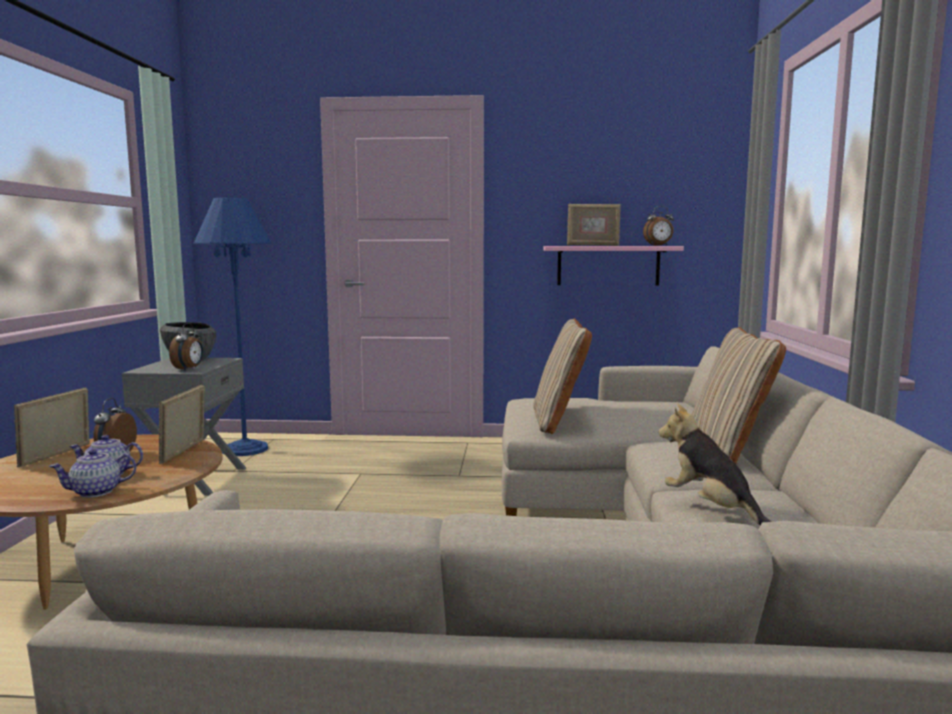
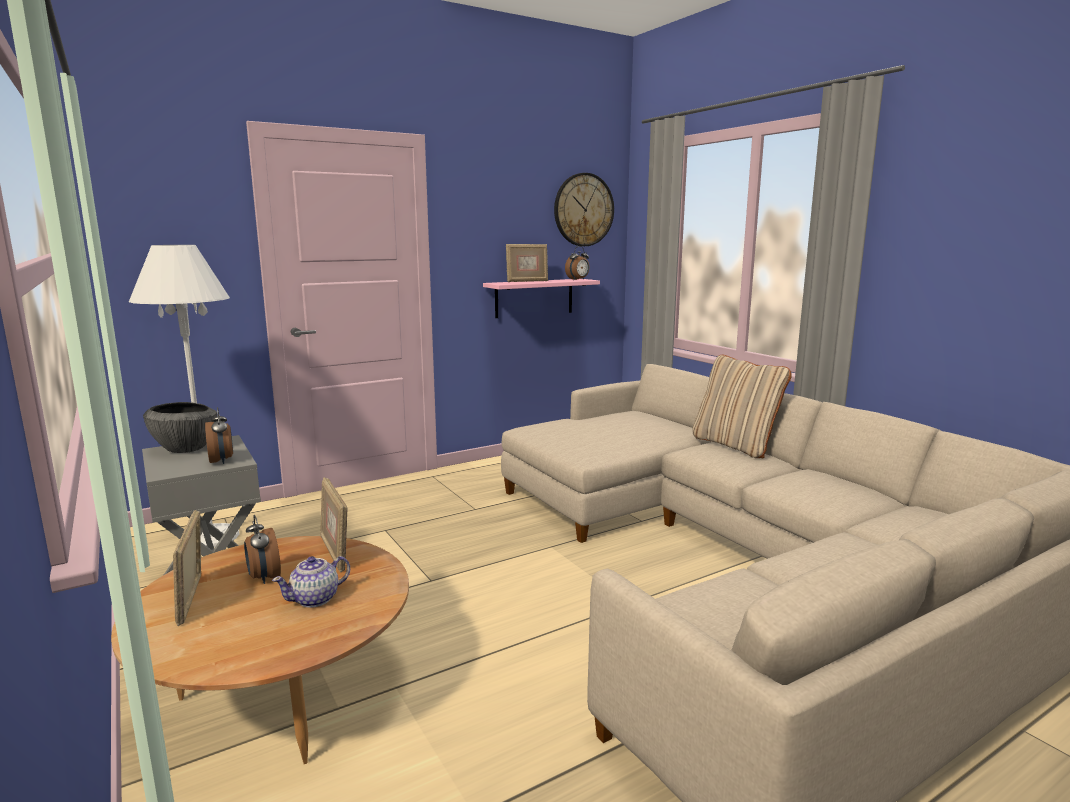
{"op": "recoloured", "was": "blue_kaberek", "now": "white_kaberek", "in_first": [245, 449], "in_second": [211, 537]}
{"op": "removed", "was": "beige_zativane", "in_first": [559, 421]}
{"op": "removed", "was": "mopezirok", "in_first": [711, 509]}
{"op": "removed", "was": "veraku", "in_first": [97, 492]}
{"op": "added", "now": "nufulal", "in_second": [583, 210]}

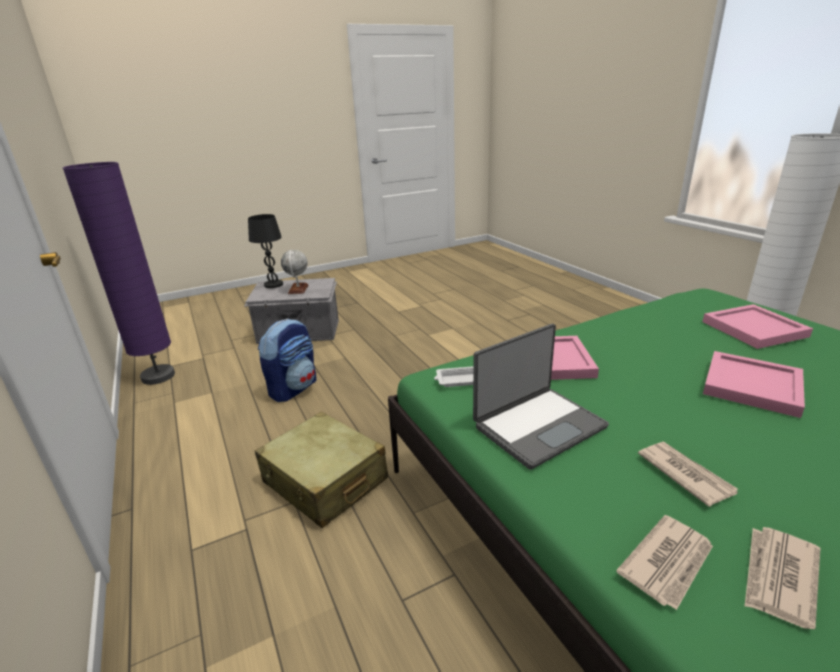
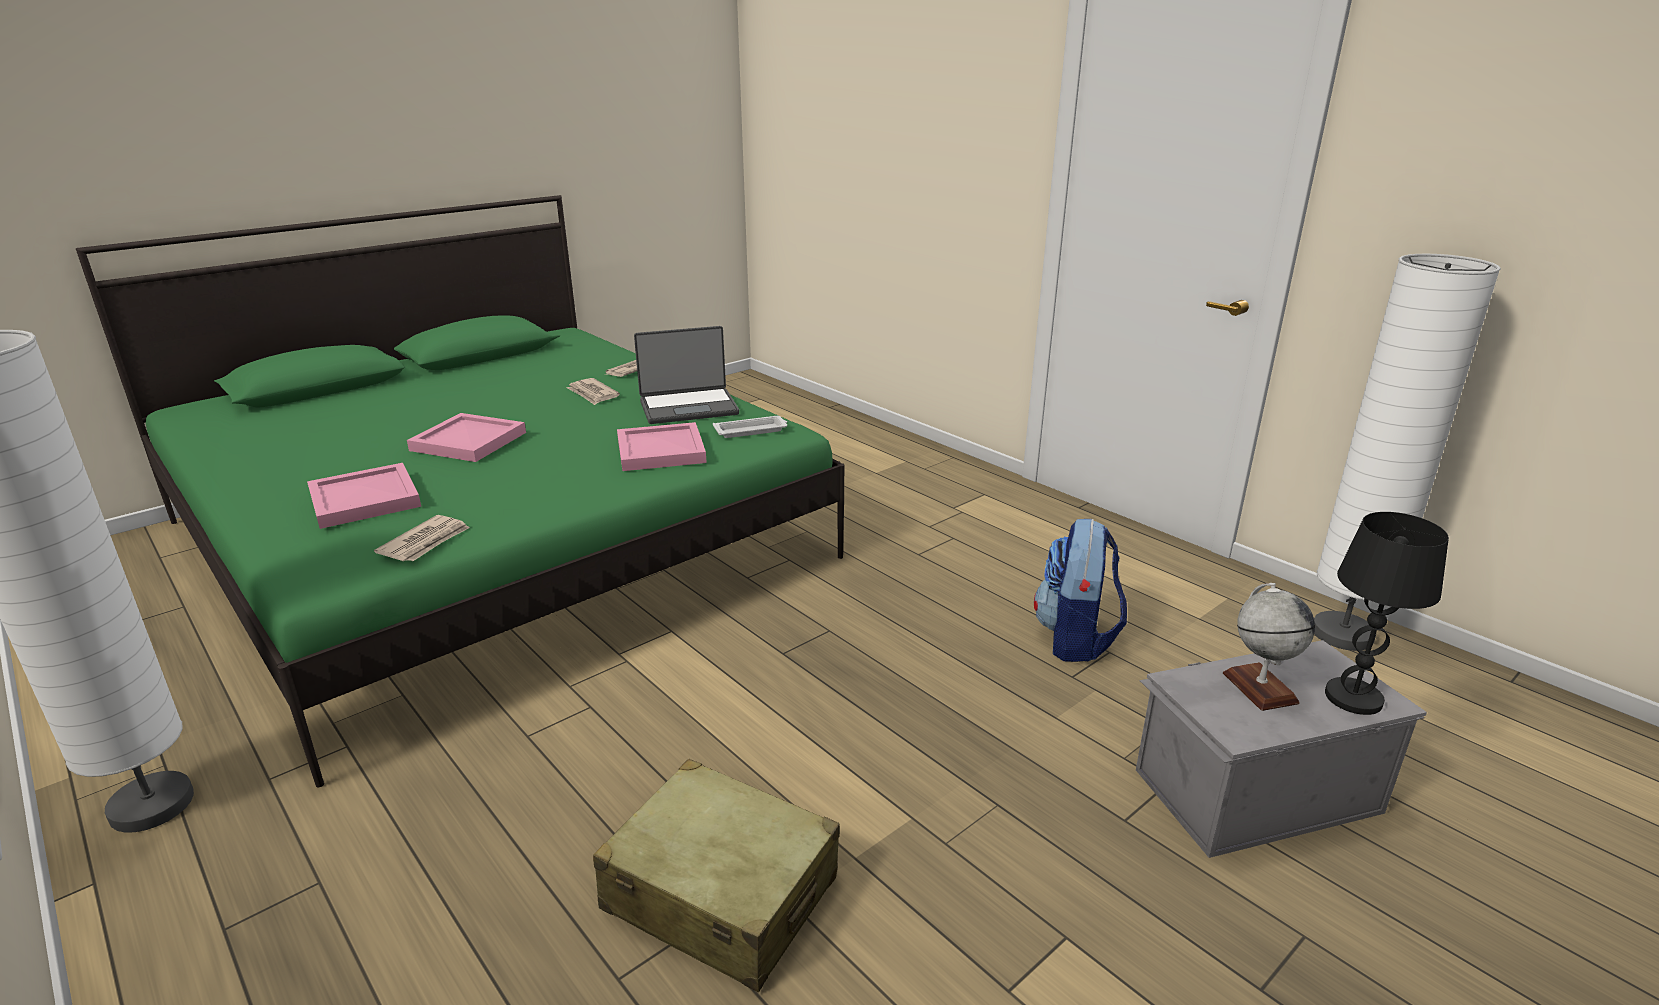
{"op": "recoloured", "was": "purple_kaberek", "now": "white_kaberek", "in_first": [158, 376], "in_second": [1342, 634]}
{"op": "turned", "was": "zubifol", "in_first": [538, 426], "in_second": [688, 407], "clockwise": -150}
{"op": "moved", "was": "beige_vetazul", "in_first": [325, 481], "in_second": [721, 894]}
{"op": "moved", "was": "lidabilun", "in_first": [778, 577], "in_second": [426, 542]}

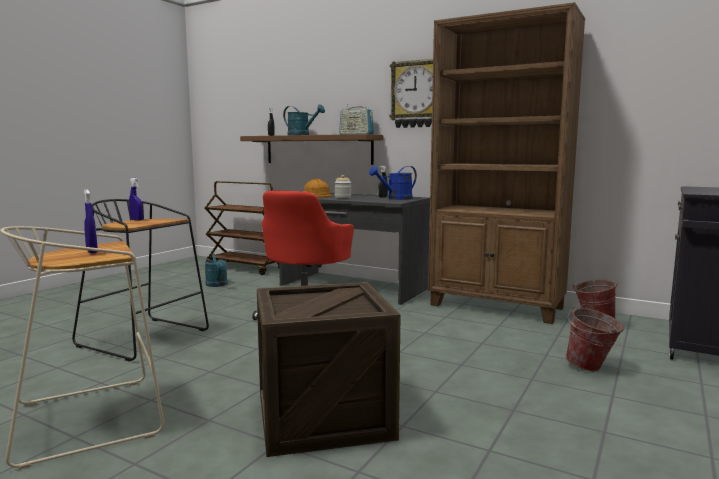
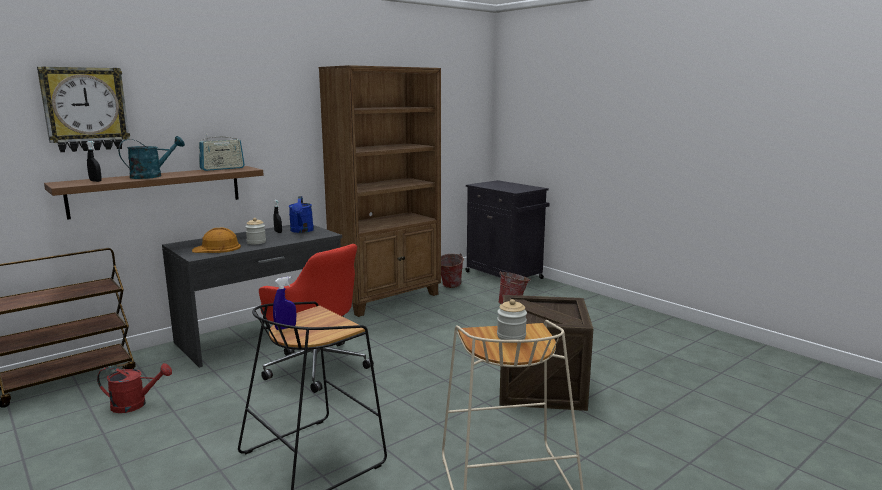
{"op": "moved", "was": "nufulal", "in_first": [418, 94], "in_second": [85, 109]}
{"op": "replaced", "was": "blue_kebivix", "now": "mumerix", "in_first": [92, 252], "in_second": [511, 336]}
{"op": "recoloured", "was": "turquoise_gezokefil", "now": "red_gezokefil", "in_first": [217, 285], "in_second": [135, 404]}

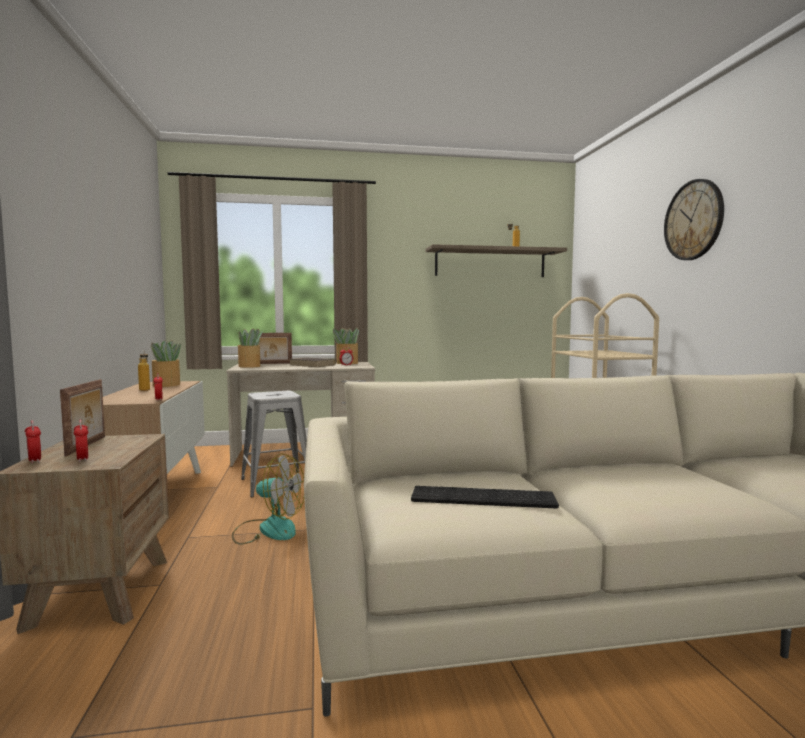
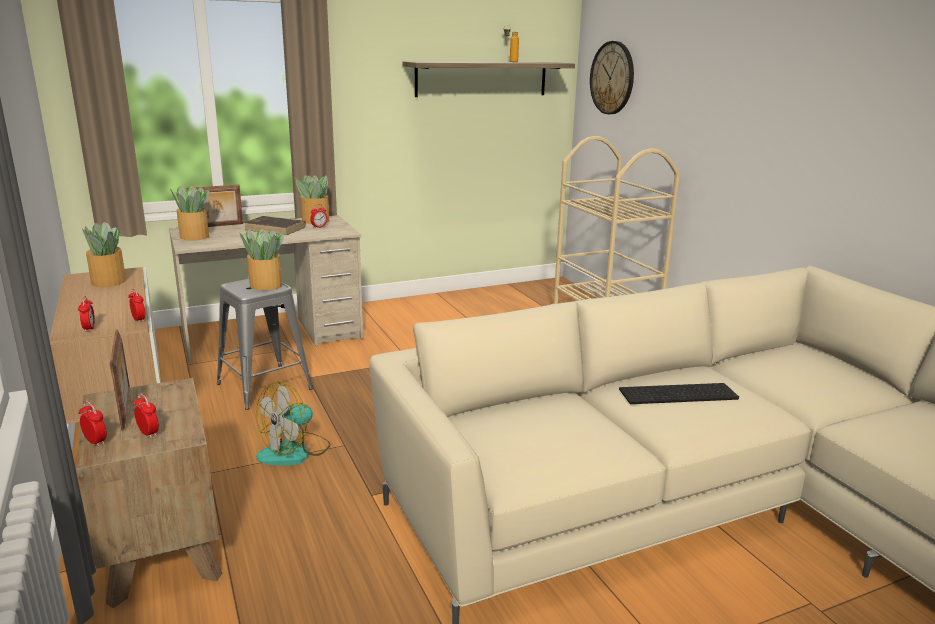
{"op": "moved", "was": "nufulal", "in_first": [693, 220], "in_second": [612, 78]}
{"op": "removed", "was": "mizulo", "in_first": [145, 389]}
{"op": "turned", "was": "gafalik", "in_first": [268, 529], "in_second": [294, 452], "clockwise": 135}
{"op": "moved", "was": "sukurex", "in_first": [481, 498], "in_second": [677, 395]}
{"op": "added", "now": "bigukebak", "in_second": [265, 285]}
{"op": "added", "now": "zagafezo", "in_second": [89, 329]}

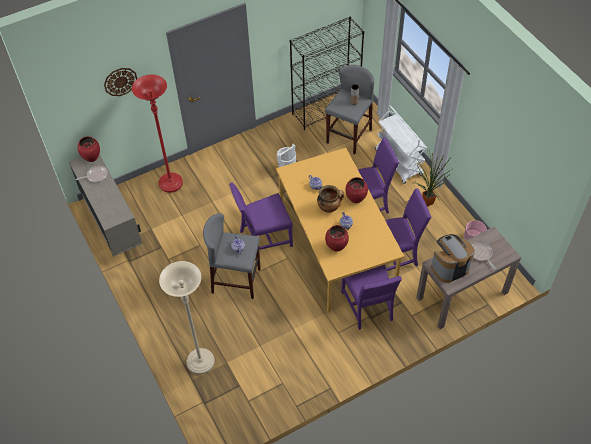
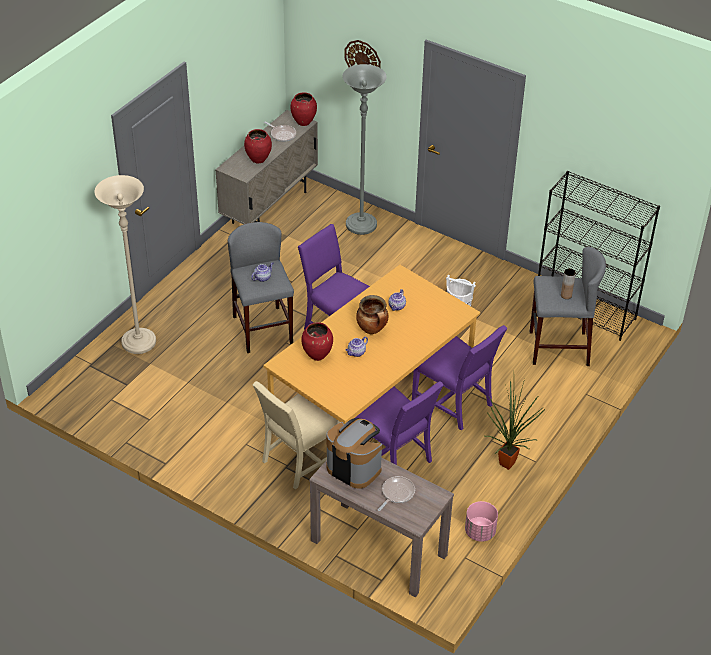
{"op": "recoloured", "was": "red_kaberek", "now": "grey_kaberek", "in_first": [171, 183], "in_second": [361, 225]}
{"op": "removed", "was": "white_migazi", "in_first": [399, 162]}
{"op": "moved", "was": "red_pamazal", "in_first": [355, 199], "in_second": [258, 159]}
{"op": "recoloured", "was": "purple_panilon", "now": "beige_panilon", "in_first": [368, 307], "in_second": [300, 459]}

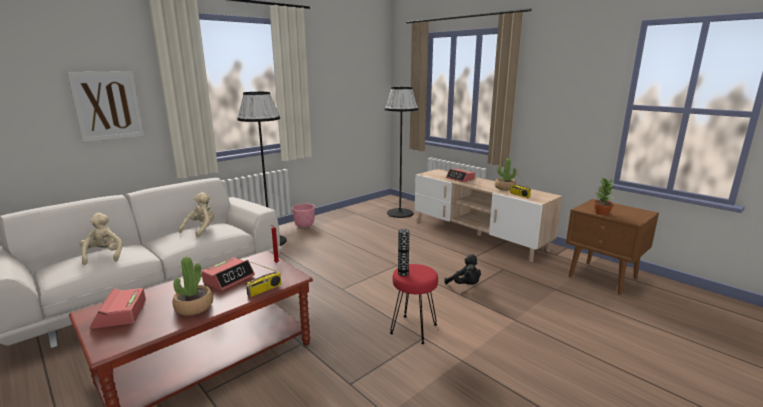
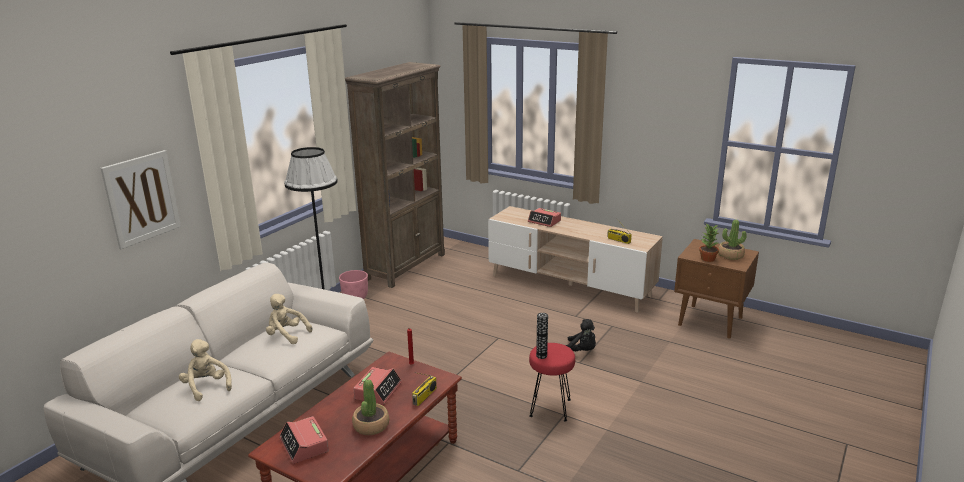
{"op": "removed", "was": "black_kaberek", "in_first": [400, 213]}
{"op": "moved", "was": "bigukebak", "in_first": [504, 188], "in_second": [730, 255]}
{"op": "turned", "was": "beige_mopezirok", "in_first": [201, 230], "in_second": [286, 335], "clockwise": -75}
{"op": "added", "now": "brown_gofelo", "in_second": [406, 266]}

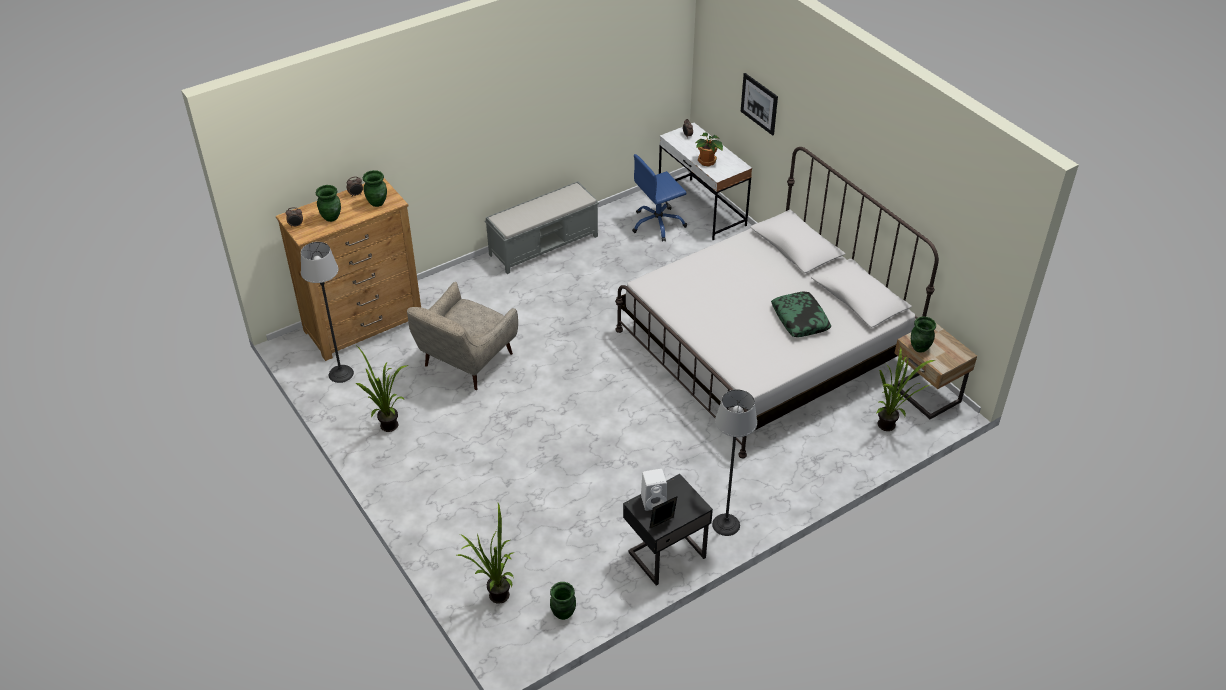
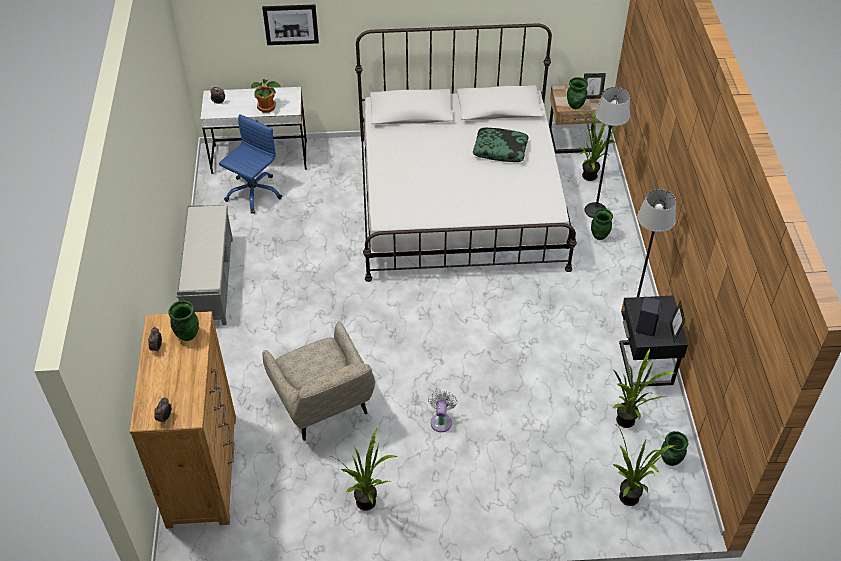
{"op": "turned", "was": "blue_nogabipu", "in_first": [658, 224], "in_second": [253, 193], "clockwise": -150}
{"op": "moved", "was": "green_pamazal", "in_first": [331, 217], "in_second": [599, 235]}
{"op": "moved", "was": "kaberek", "in_first": [341, 373], "in_second": [595, 210]}
{"op": "recoloured", "was": "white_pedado", "now": "black_pedado", "in_first": [654, 501], "in_second": [646, 326]}
{"op": "added", "now": "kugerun", "in_second": [591, 97]}
{"op": "added", "now": "bigukebak", "in_second": [628, 424]}
{"op": "added", "now": "white_gafalik", "in_second": [441, 420]}

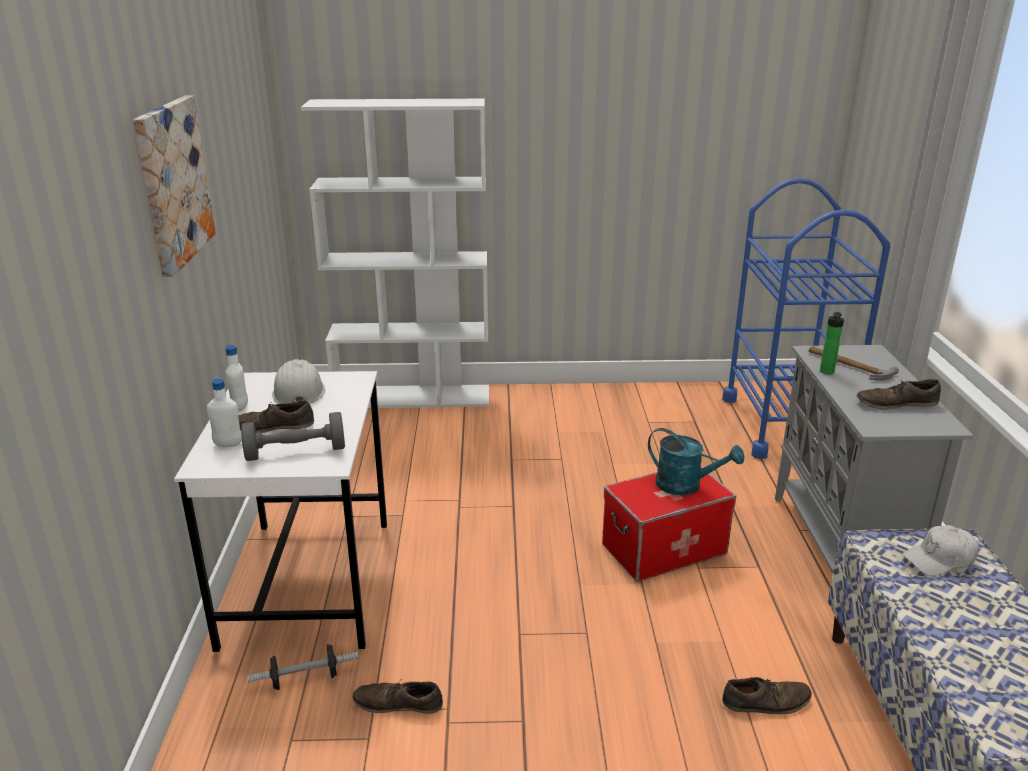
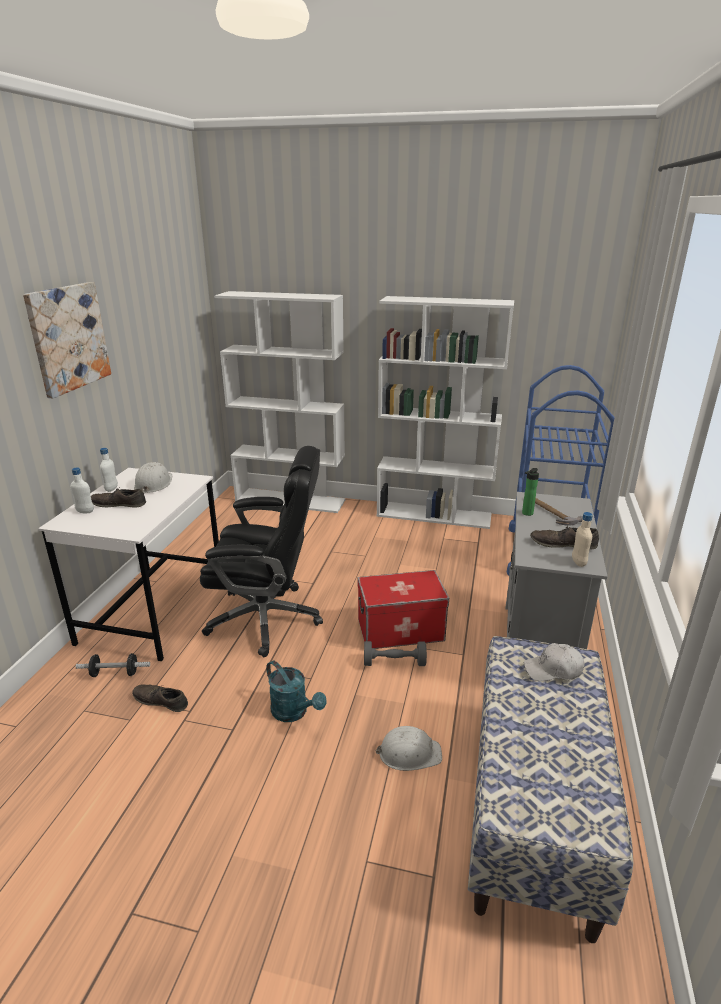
{"op": "moved", "was": "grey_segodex", "in_first": [296, 452], "in_second": [394, 662]}
{"op": "moved", "was": "turquoise_gezokefil", "in_first": [686, 486], "in_second": [294, 712]}
{"op": "replaced", "was": "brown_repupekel", "now": "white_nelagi", "in_first": [766, 702], "in_second": [409, 753]}
{"op": "added", "now": "white_gofelo", "in_second": [434, 515]}
{"op": "added", "now": "black_nogabipu", "in_second": [267, 618]}
{"op": "added", "now": "beige_mizulo", "in_second": [578, 562]}

